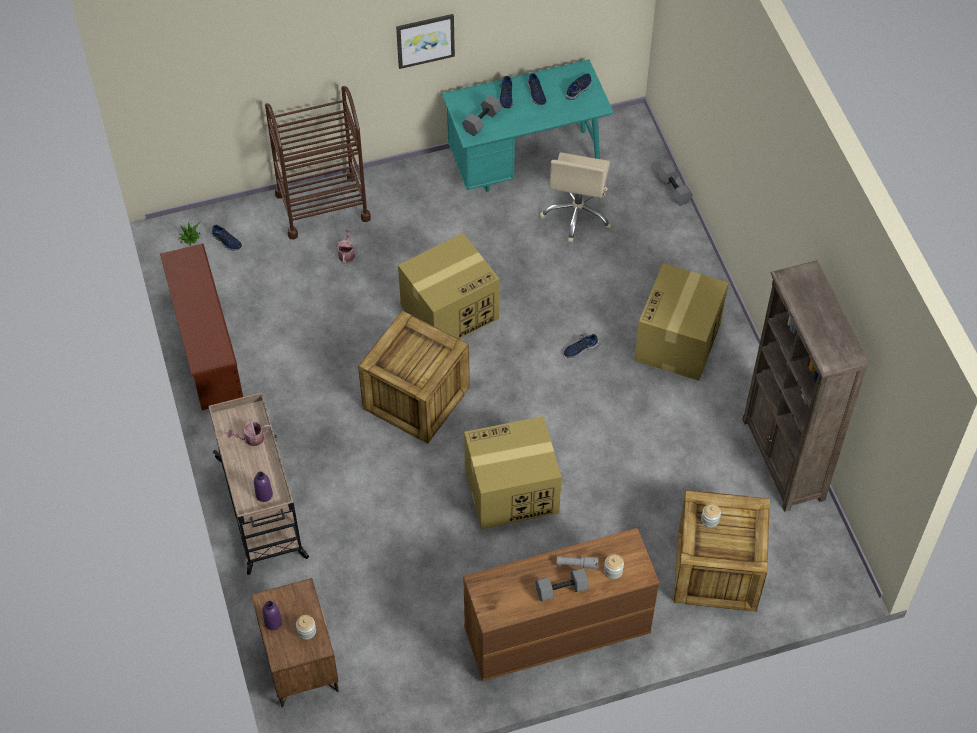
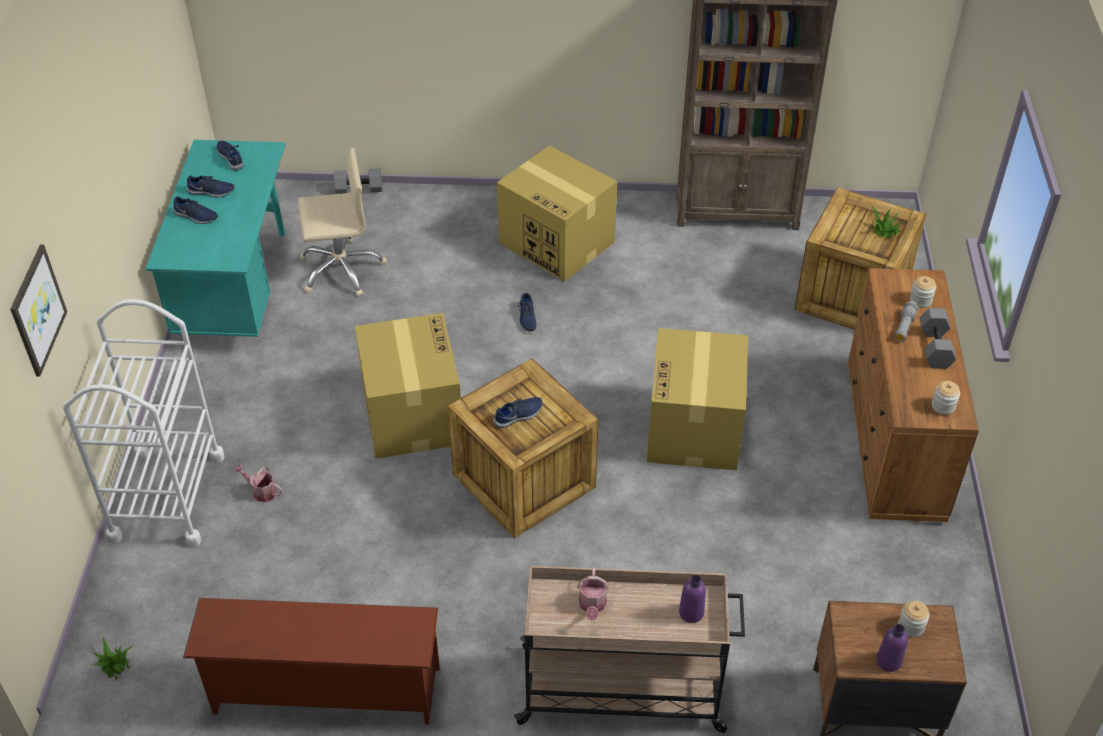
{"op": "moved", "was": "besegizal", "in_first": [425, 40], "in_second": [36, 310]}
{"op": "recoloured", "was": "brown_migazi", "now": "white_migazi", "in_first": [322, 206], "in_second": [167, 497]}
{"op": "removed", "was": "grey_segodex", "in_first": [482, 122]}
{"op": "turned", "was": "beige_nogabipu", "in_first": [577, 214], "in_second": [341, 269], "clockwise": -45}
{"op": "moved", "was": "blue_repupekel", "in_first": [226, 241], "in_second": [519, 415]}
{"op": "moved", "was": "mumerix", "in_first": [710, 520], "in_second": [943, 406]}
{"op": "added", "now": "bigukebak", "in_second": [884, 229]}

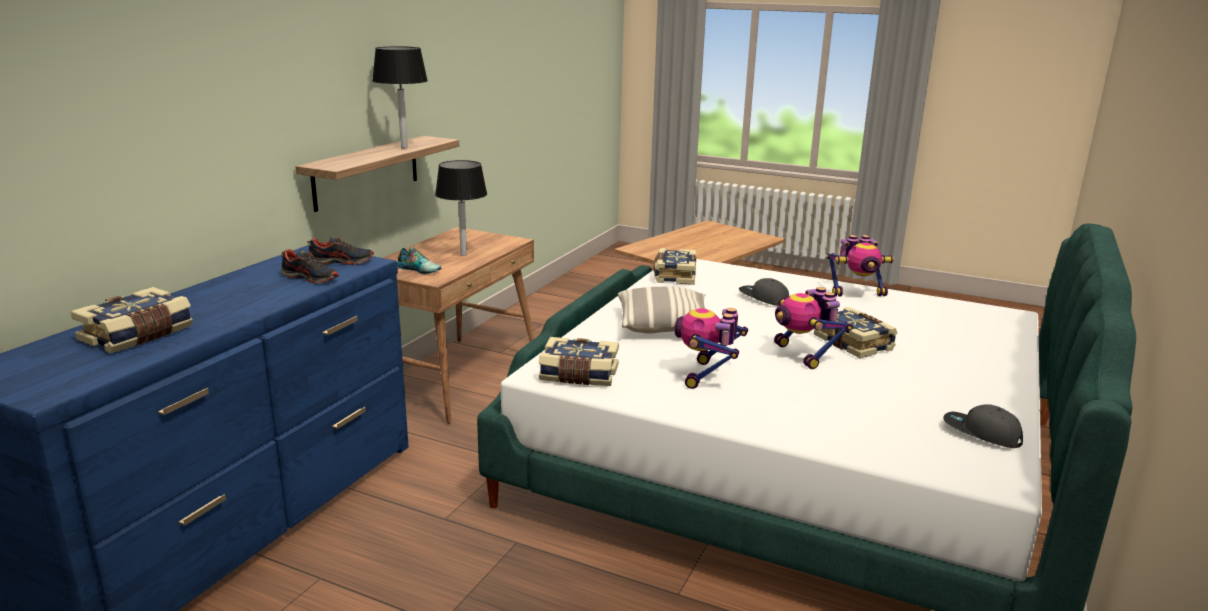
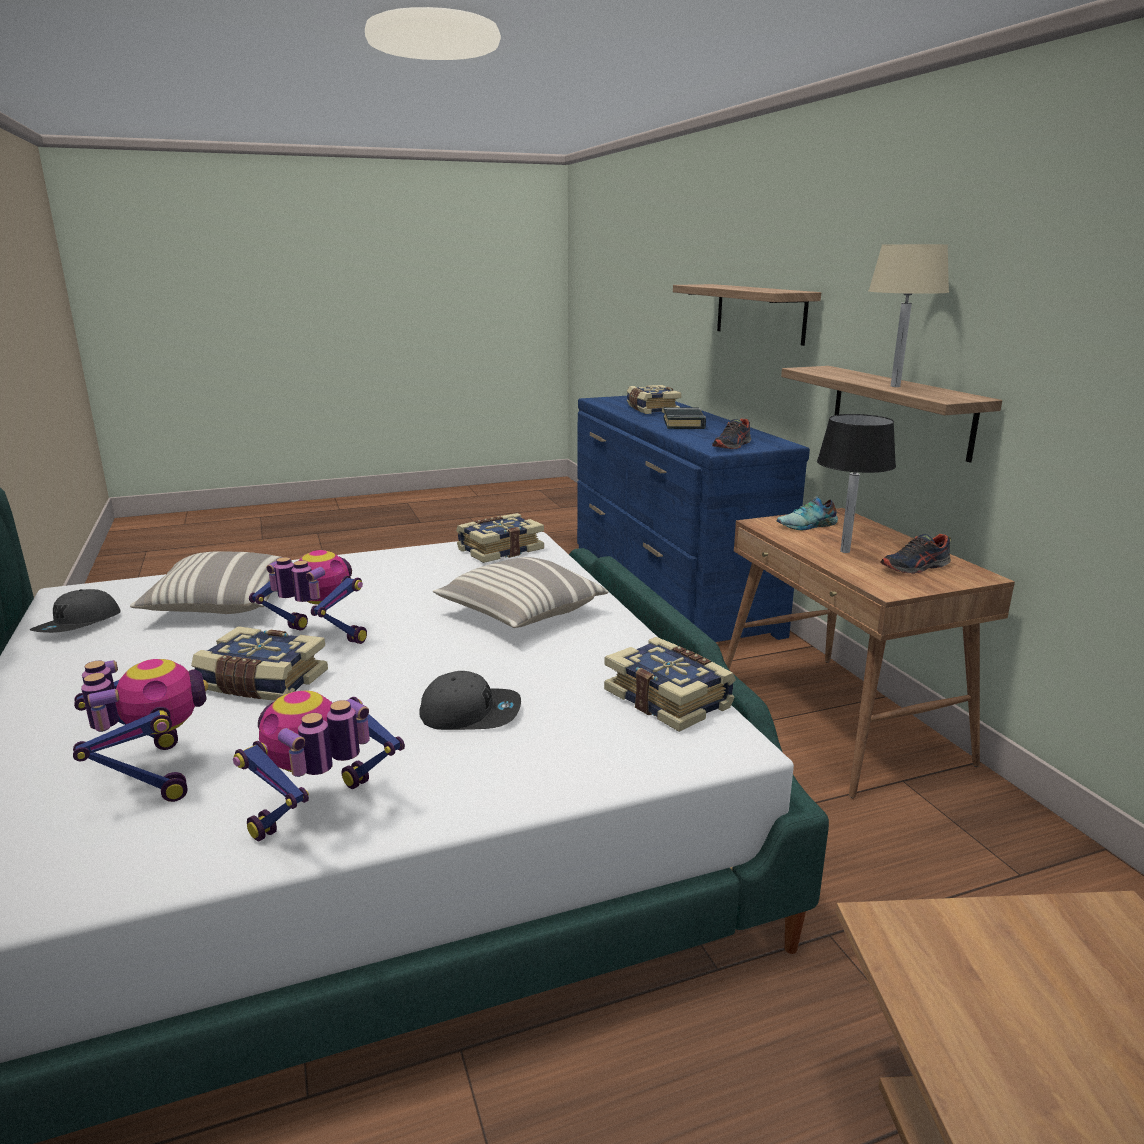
{"op": "recoloured", "was": "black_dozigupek", "now": "beige_dozigupek", "in_first": [404, 147], "in_second": [895, 386]}
{"op": "moved", "was": "repupekel", "in_first": [310, 278], "in_second": [915, 567]}
{"op": "moved", "was": "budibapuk", "in_first": [707, 376], "in_second": [152, 774]}
{"op": "turned", "was": "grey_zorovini", "in_first": [981, 433], "in_second": [78, 625], "clockwise": 120}
{"op": "added", "now": "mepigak", "in_second": [759, 313]}
{"op": "added", "now": "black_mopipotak", "in_second": [684, 423]}
{"op": "added", "now": "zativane", "in_second": [221, 605]}

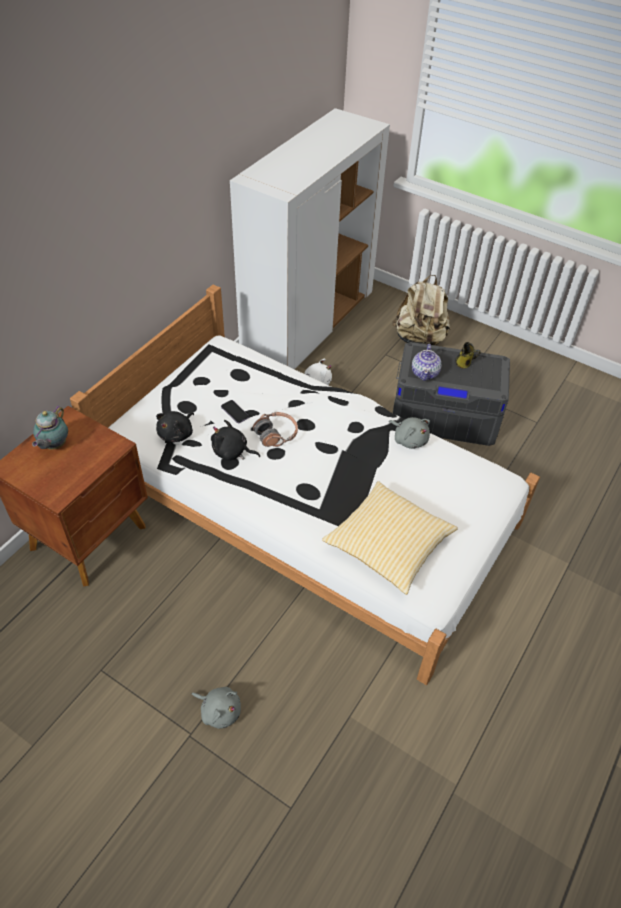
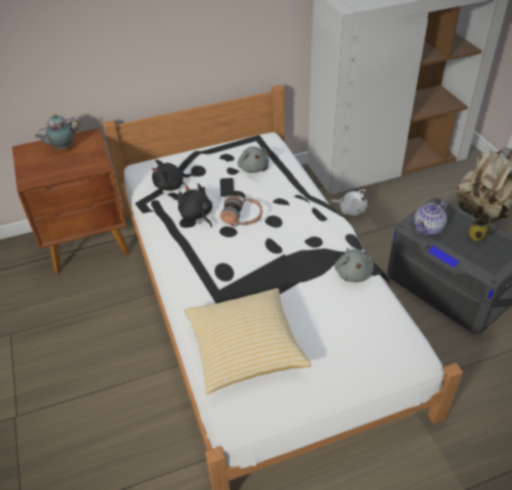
{"op": "moved", "was": "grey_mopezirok", "in_first": [219, 711], "in_second": [253, 167]}

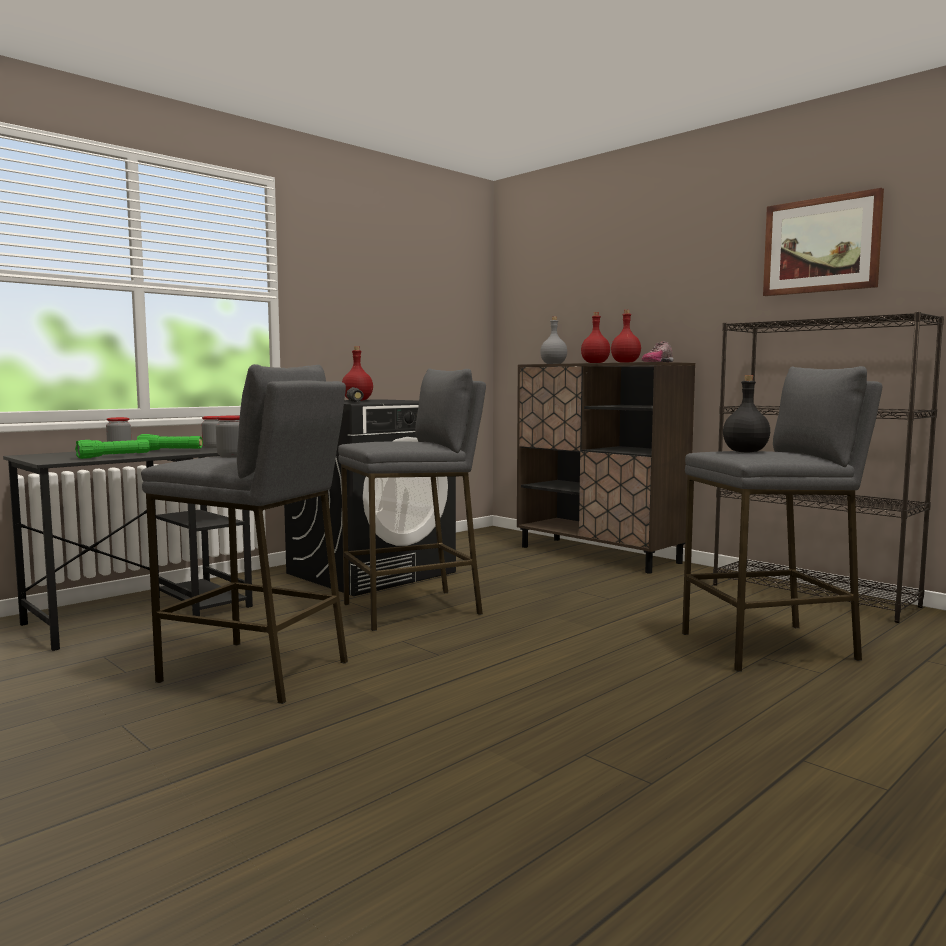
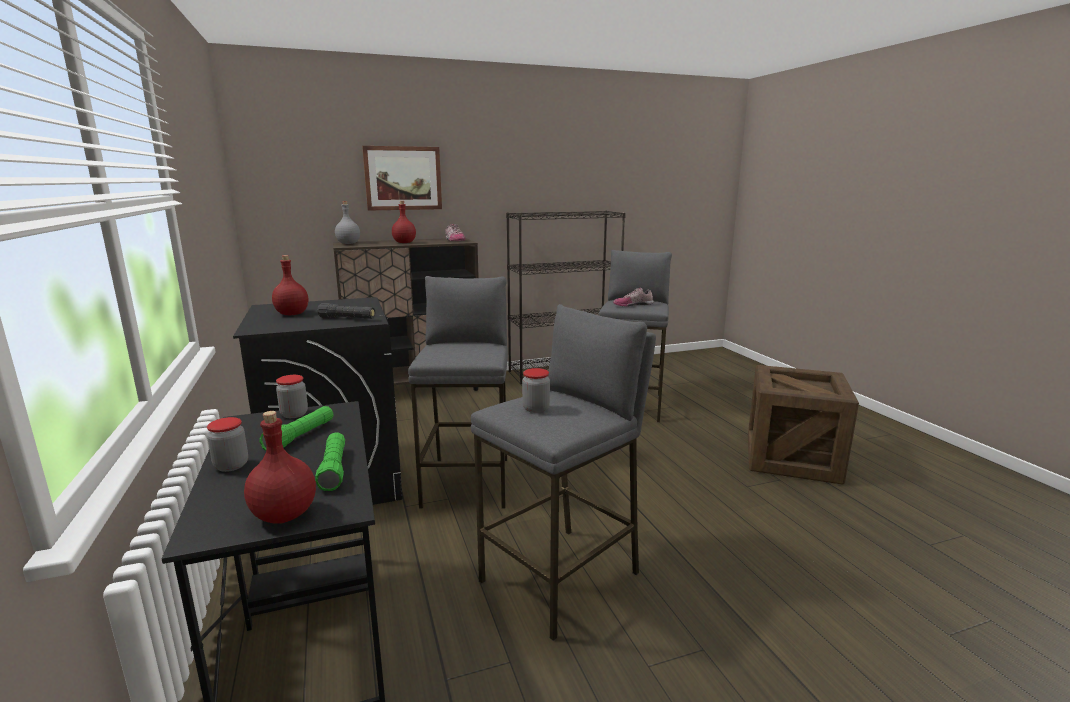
{"op": "moved", "was": "besegizal", "in_first": [821, 245], "in_second": [403, 178]}
{"op": "moved", "was": "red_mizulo", "in_first": [625, 362], "in_second": [284, 514]}
{"op": "replaced", "was": "black_mizulo", "now": "repupekel", "in_first": [746, 452], "in_second": [632, 304]}
{"op": "added", "now": "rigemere", "in_second": [791, 458]}

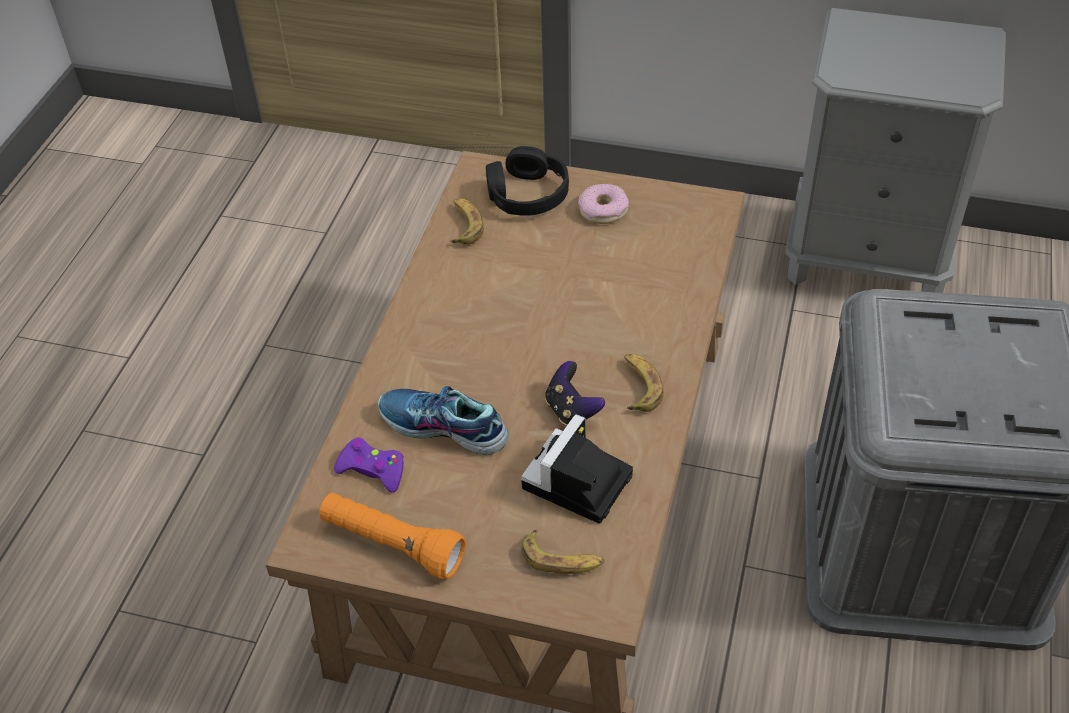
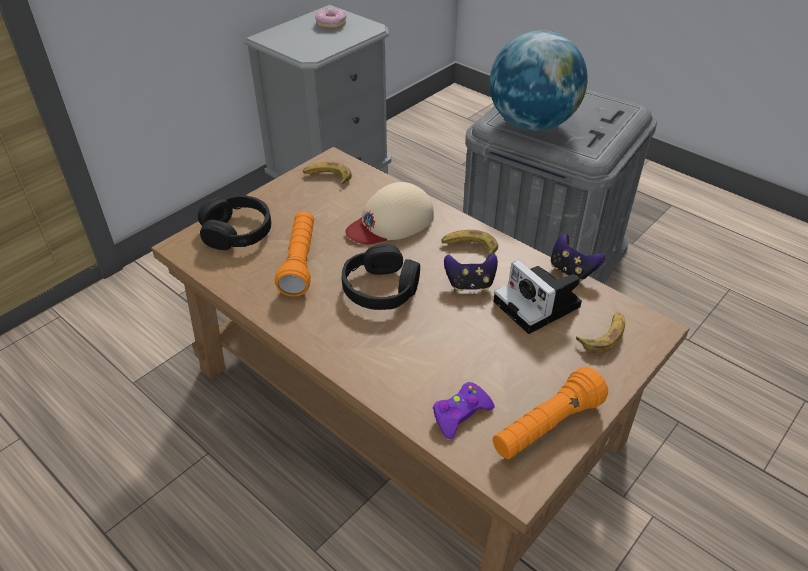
{"op": "moved", "was": "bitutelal", "in_first": [603, 210], "in_second": [331, 24]}
{"op": "moved", "was": "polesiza", "in_first": [464, 225], "in_second": [327, 177]}
{"op": "removed", "was": "repupekel", "in_first": [443, 428]}
{"op": "added", "now": "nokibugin", "in_second": [532, 124]}
{"op": "added", "now": "beige_zorovini", "in_second": [391, 222]}
{"op": "added", "now": "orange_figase", "in_second": [300, 263]}
{"op": "added", "now": "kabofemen", "in_second": [571, 271]}
{"op": "added", "now": "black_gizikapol", "in_second": [381, 288]}

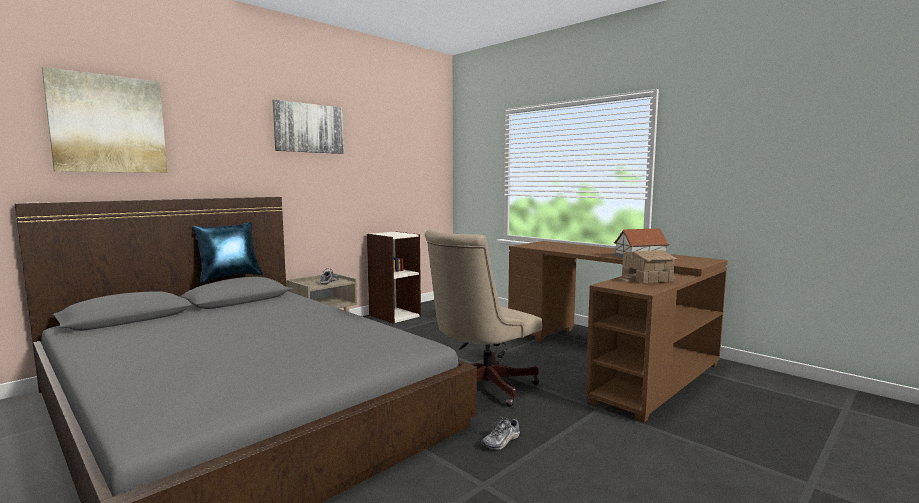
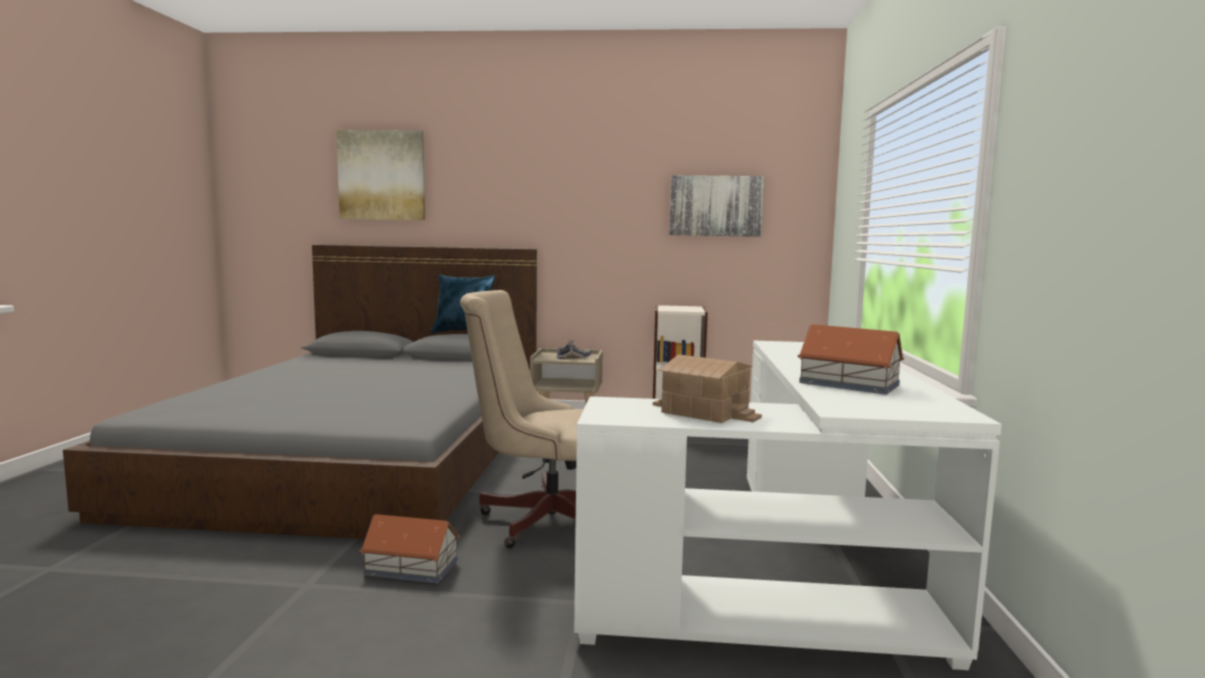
{"op": "moved", "was": "besegizal", "in_first": [309, 128], "in_second": [715, 206]}
{"op": "recoloured", "was": "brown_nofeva", "now": "white_nofeva", "in_first": [612, 358], "in_second": [796, 569]}
{"op": "replaced", "was": "repupekel", "now": "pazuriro", "in_first": [501, 441], "in_second": [412, 567]}

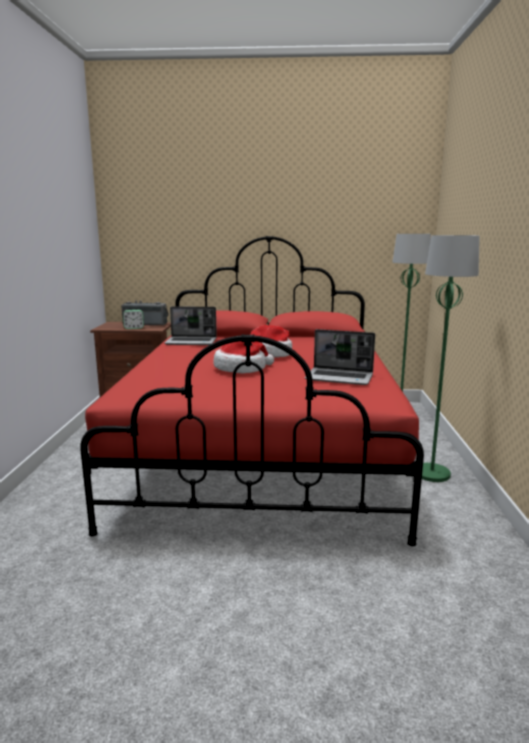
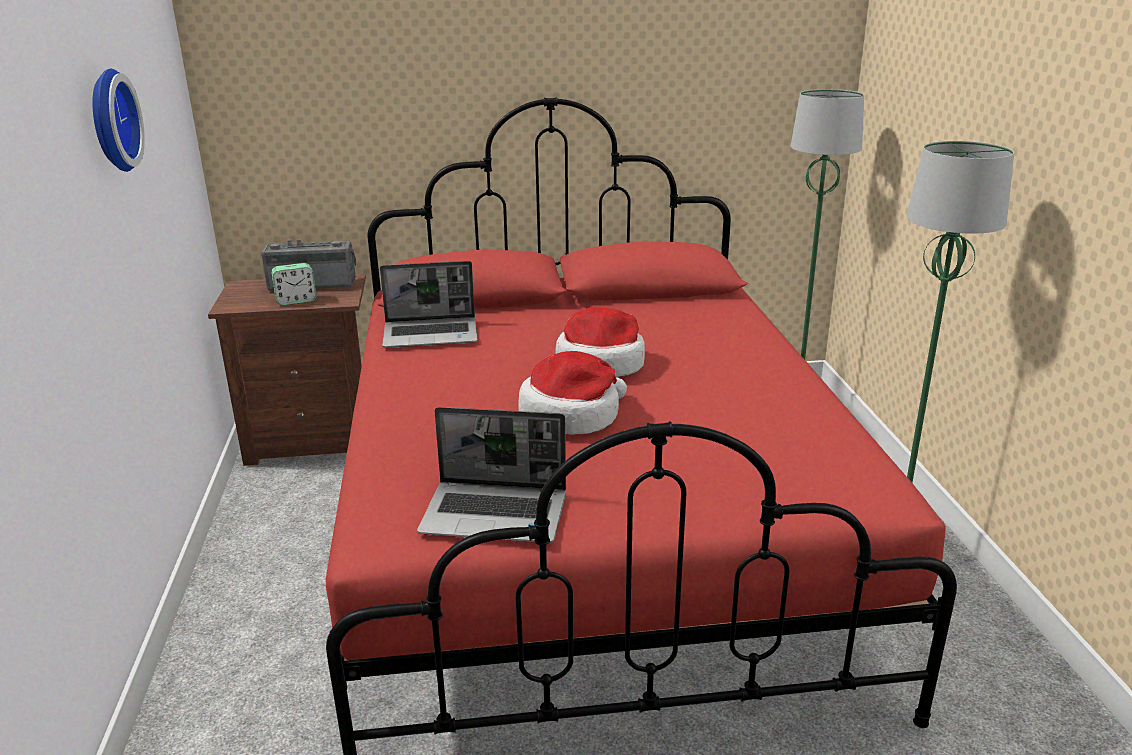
{"op": "moved", "was": "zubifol", "in_first": [340, 378], "in_second": [496, 514]}
{"op": "added", "now": "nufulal", "in_second": [109, 121]}

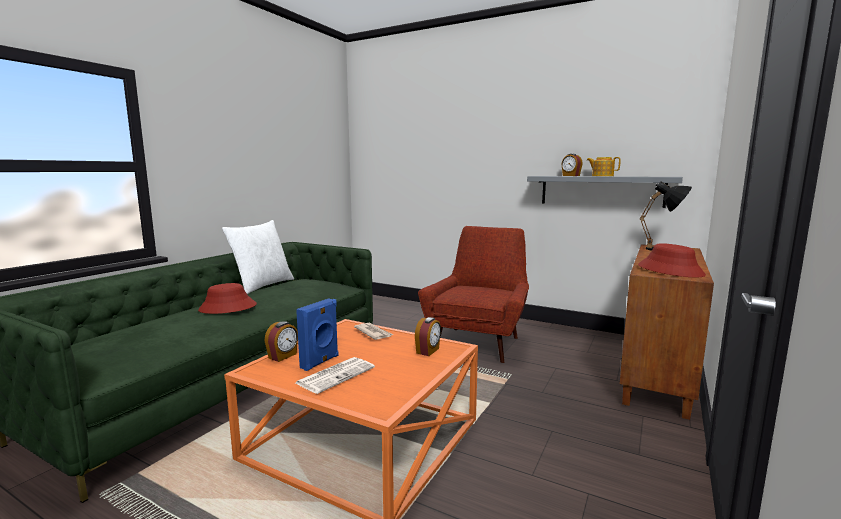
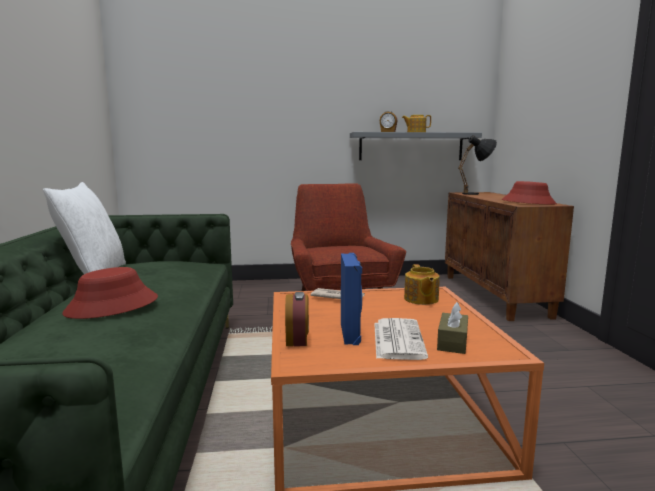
{"op": "replaced", "was": "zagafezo", "now": "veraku", "in_first": [428, 351], "in_second": [421, 299]}
{"op": "added", "now": "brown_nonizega", "in_second": [452, 342]}

